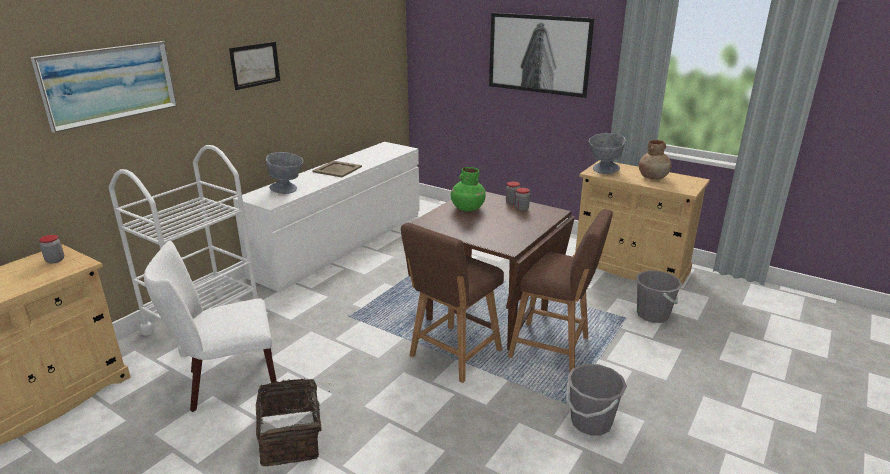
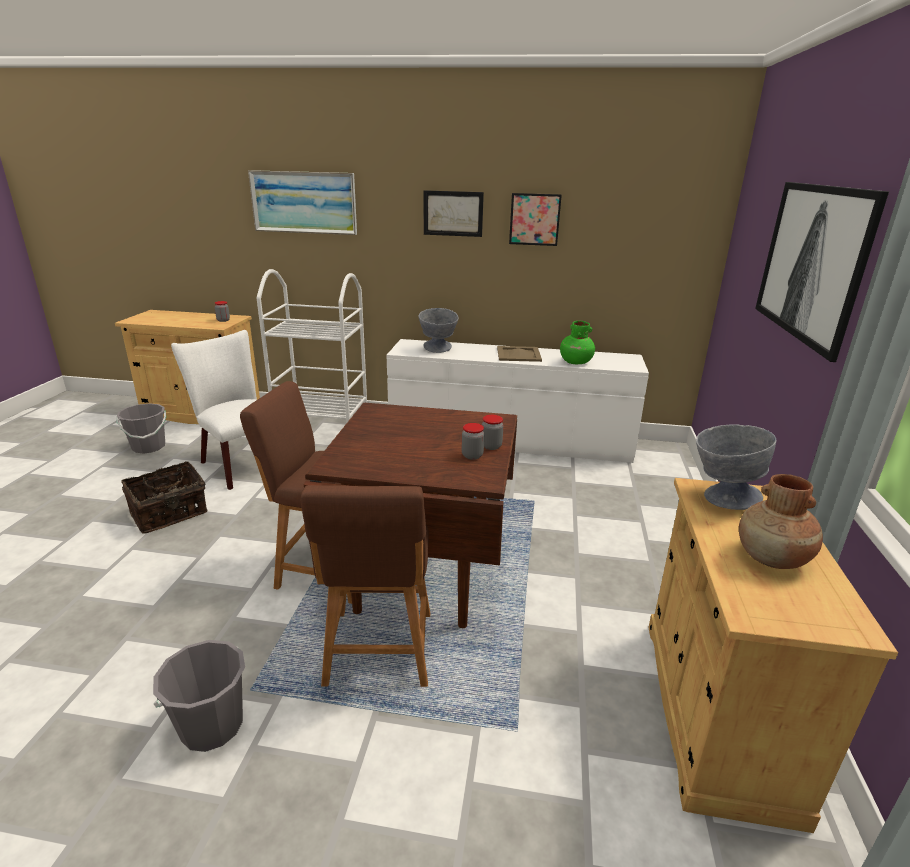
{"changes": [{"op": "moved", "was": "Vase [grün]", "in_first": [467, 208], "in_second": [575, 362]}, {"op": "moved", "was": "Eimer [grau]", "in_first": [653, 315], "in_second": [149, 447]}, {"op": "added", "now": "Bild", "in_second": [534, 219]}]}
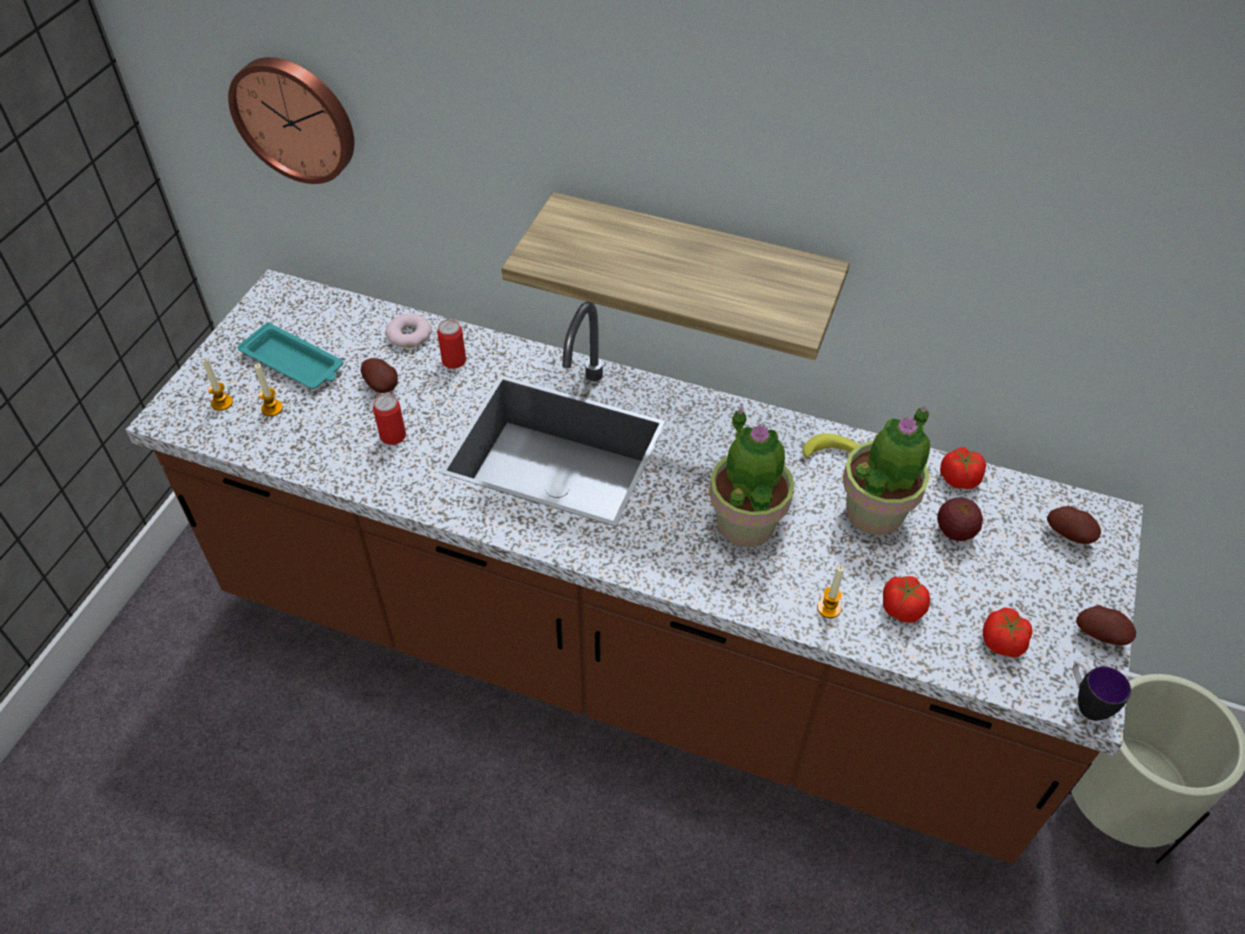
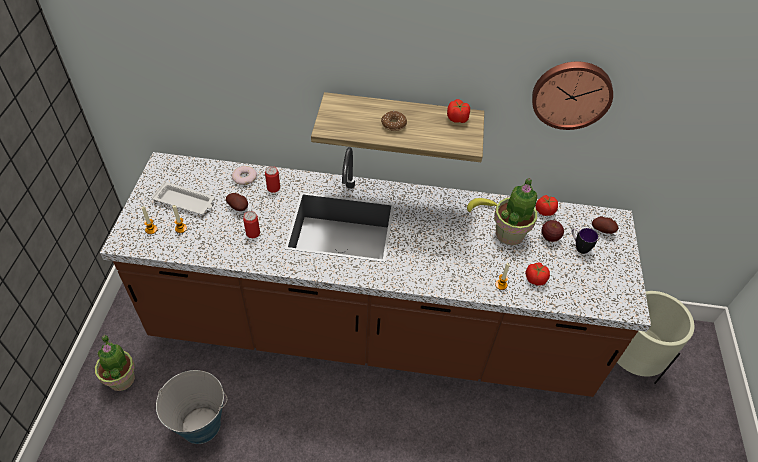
{"changes": [{"op": "moved", "was": "Wanduhr", "in_first": [295, 118], "in_second": [571, 94]}, {"op": "recoloured", "was": "Tablett [türkis]", "now": "Tablett [weiß]", "in_first": [294, 363], "in_second": [185, 202]}, {"op": "moved", "was": "Topfpflanze", "in_first": [746, 522], "in_second": [122, 378]}, {"op": "moved", "was": "Tomate", "in_first": [1002, 642], "in_second": [457, 119]}, {"op": "moved", "was": "Henkelbecher", "in_first": [1085, 702], "in_second": [579, 247]}, {"op": "removed", "was": "Kartoffel", "in_first": [1100, 634]}, {"op": "added", "now": "Eimer", "in_second": [200, 424]}, {"op": "added", "now": "Donut", "in_second": [393, 124]}]}
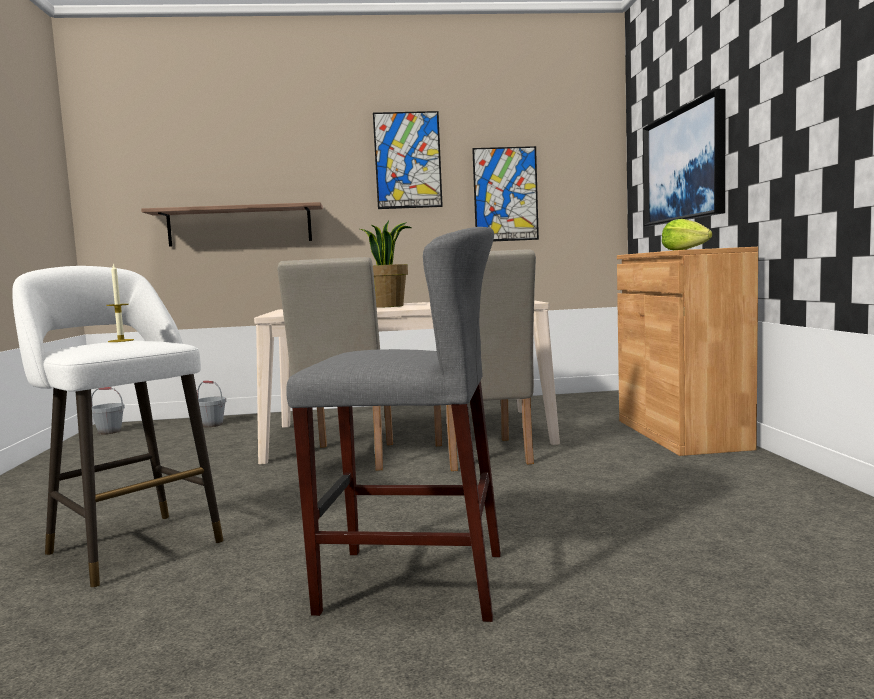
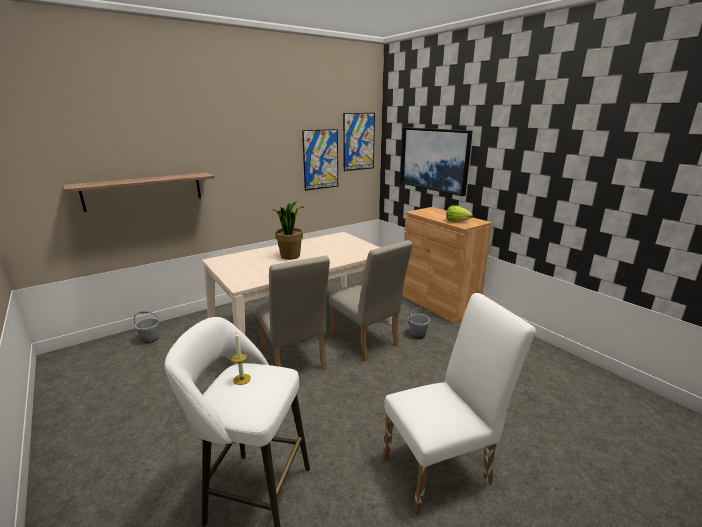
{"changes": [{"op": "moved", "was": "Eimer [grau]", "in_first": [109, 432], "in_second": [418, 334]}, {"op": "replaced", "was": "Hocker [grau]", "now": "Stuhl [weiß]", "in_first": [412, 582], "in_second": [443, 467]}, {"op": "moved", "was": "Bild", "in_first": [408, 160], "in_second": [359, 141]}]}
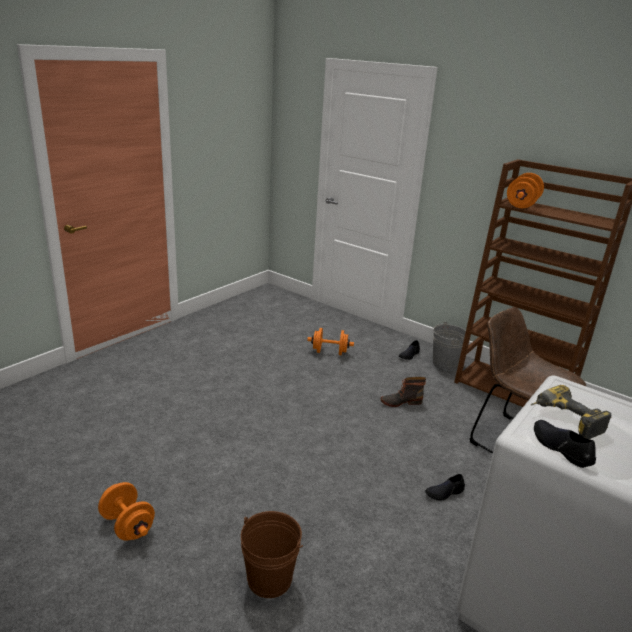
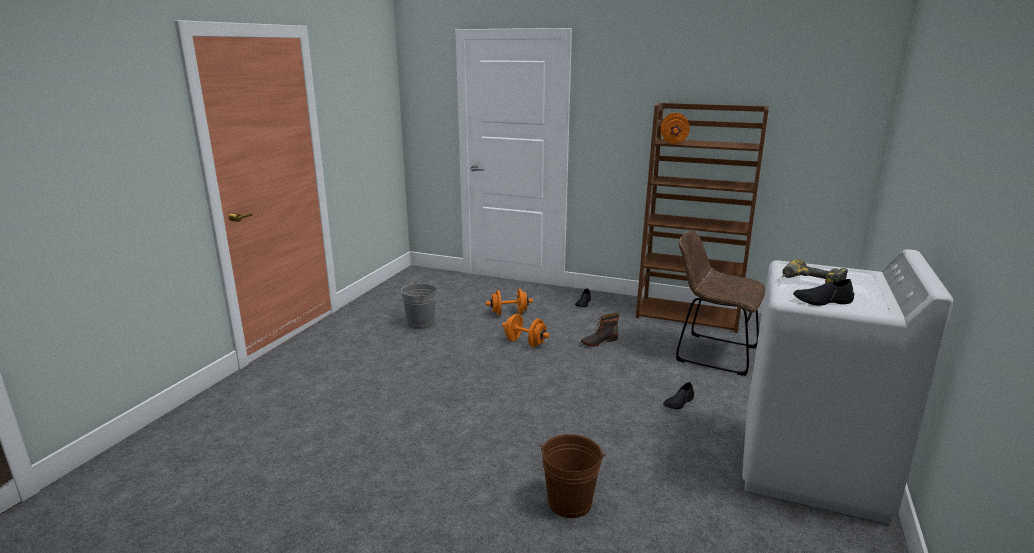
{"changes": [{"op": "moved", "was": "Hantel [orange]", "in_first": [128, 525], "in_second": [525, 342]}, {"op": "moved", "was": "Eimer [grau]", "in_first": [445, 363], "in_second": [420, 323]}, {"op": "turned", "was": "Schuh [schwarz]", "in_first": [561, 448], "in_second": [822, 301], "clockwise": -45}]}
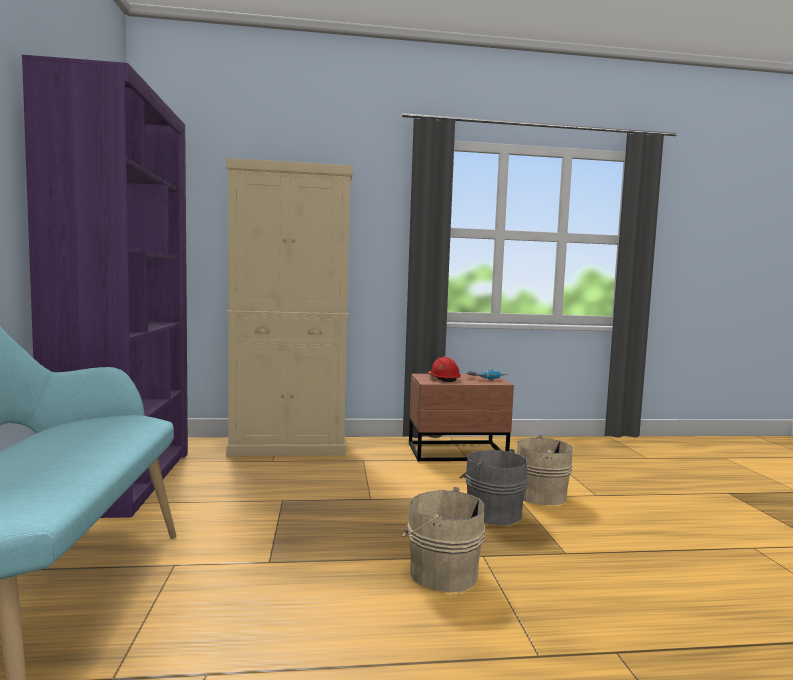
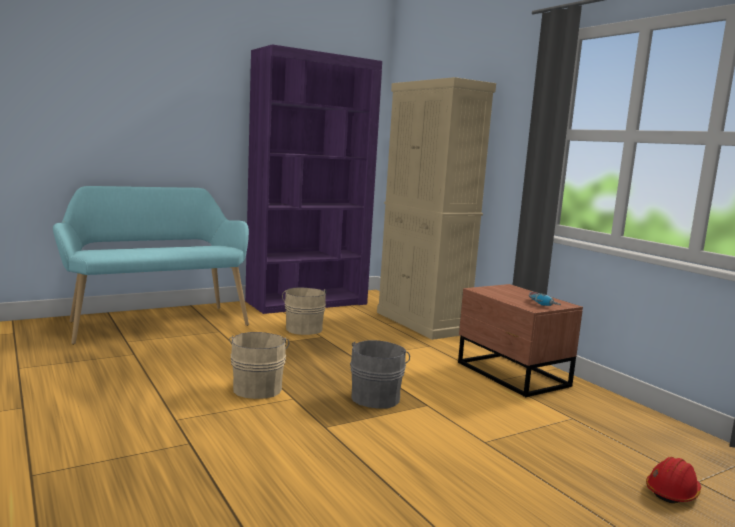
{"changes": [{"op": "moved", "was": "Schutzhelm [rot]", "in_first": [443, 379], "in_second": [672, 492]}, {"op": "moved", "was": "Eimer [beige]", "in_first": [538, 495], "in_second": [303, 328]}]}
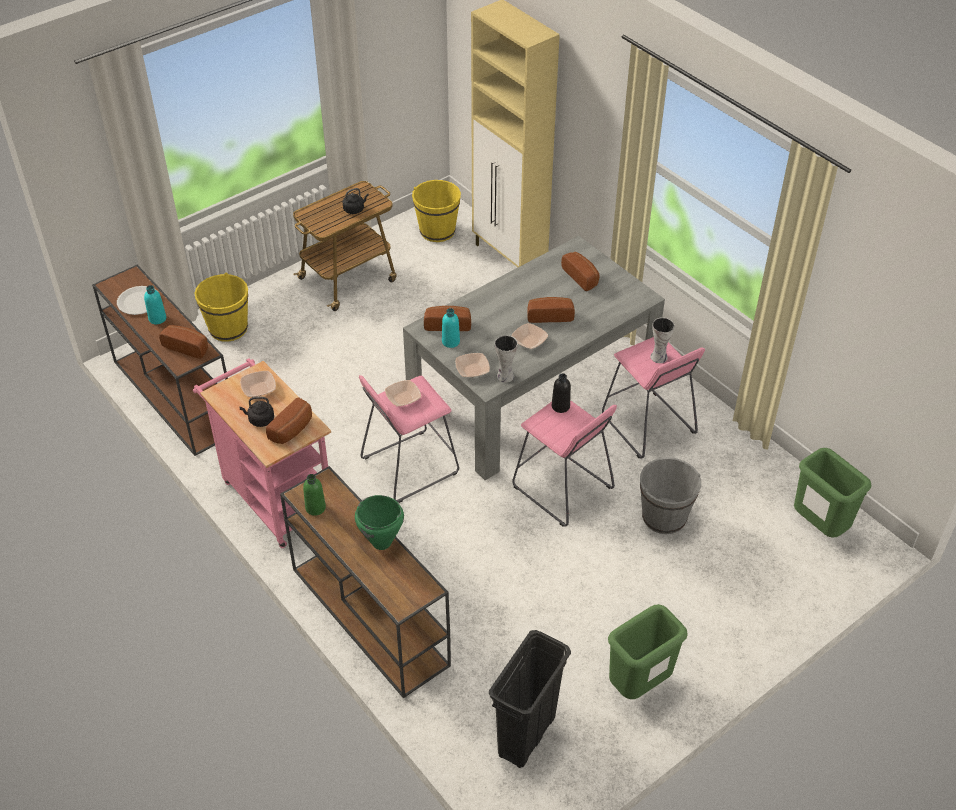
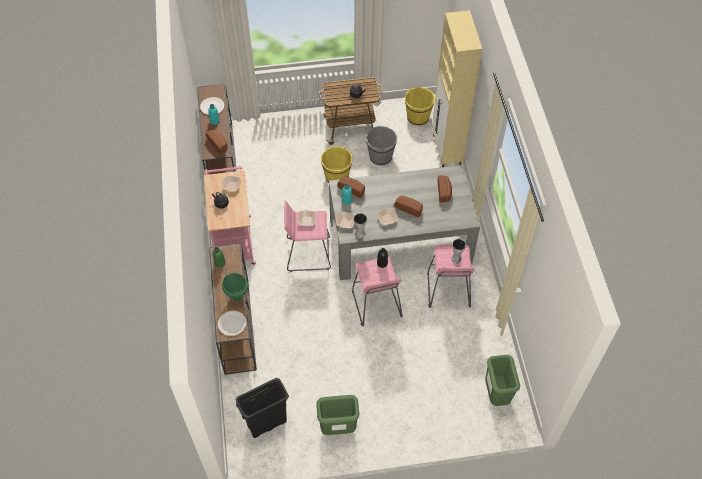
{"changes": [{"op": "moved", "was": "Eimer [gelb]", "in_first": [228, 328], "in_second": [337, 177]}, {"op": "removed", "was": "Brot", "in_first": [293, 430]}, {"op": "moved", "was": "Eimer [grau]", "in_first": [664, 517], "in_second": [380, 156]}, {"op": "added", "now": "Teller [weiß]", "in_second": [232, 323]}]}
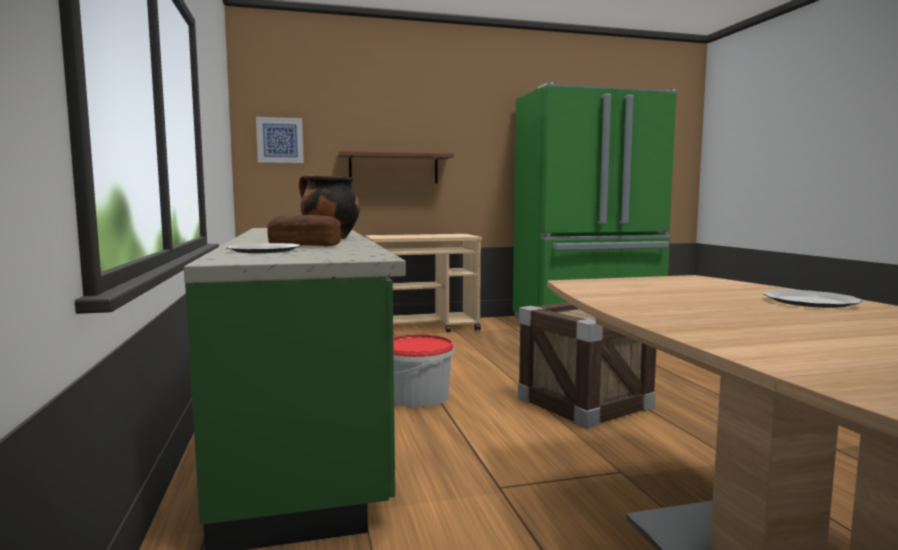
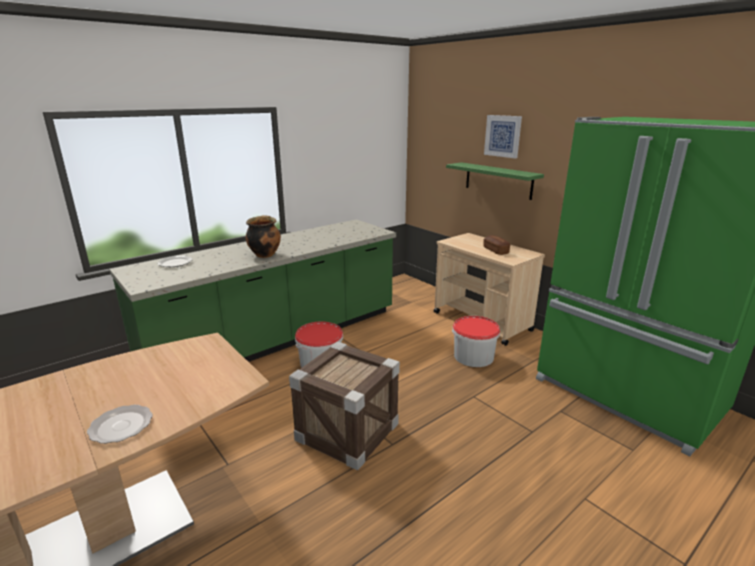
{"changes": [{"op": "moved", "was": "Bild", "in_first": [280, 140], "in_second": [503, 136]}, {"op": "moved", "was": "Brot", "in_first": [305, 246], "in_second": [495, 250]}, {"op": "recoloured", "was": "Wandregal [braun]", "now": "Wandregal [grün]", "in_first": [393, 168], "in_second": [498, 180]}, {"op": "added", "now": "Eimer", "in_second": [473, 356]}]}
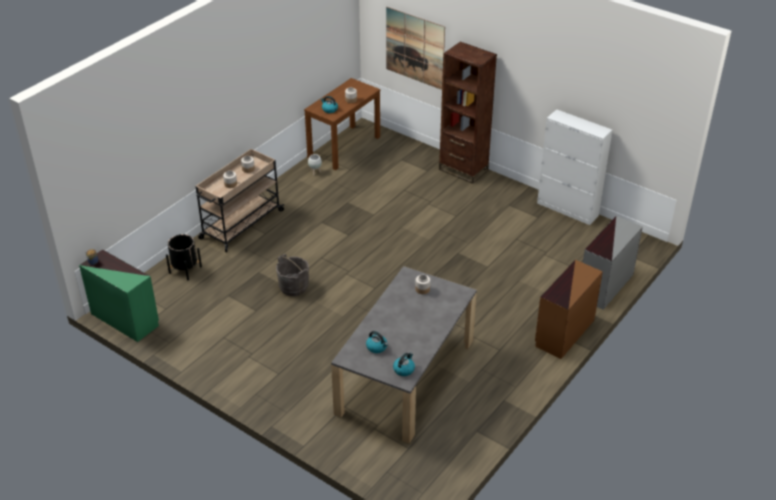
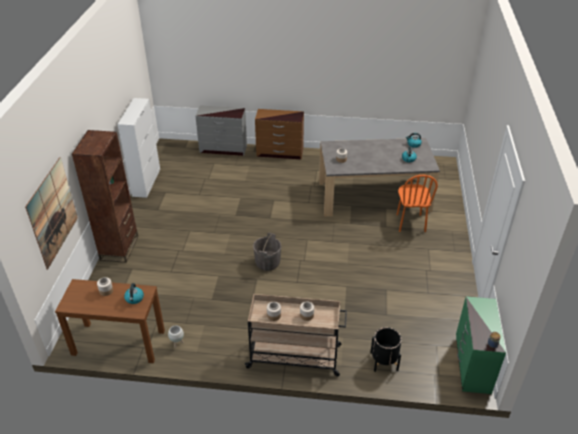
{"changes": [{"op": "moved", "was": "Eimer [grau]", "in_first": [293, 287], "in_second": [267, 262]}, {"op": "added", "now": "Stuhl [orange]", "in_second": [410, 223]}]}
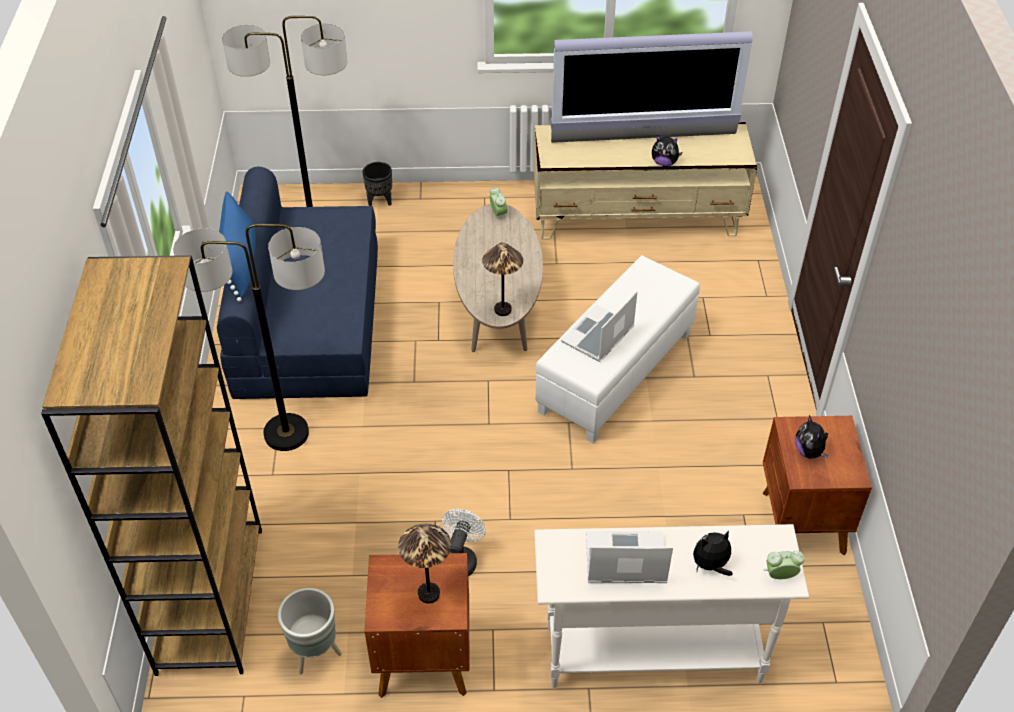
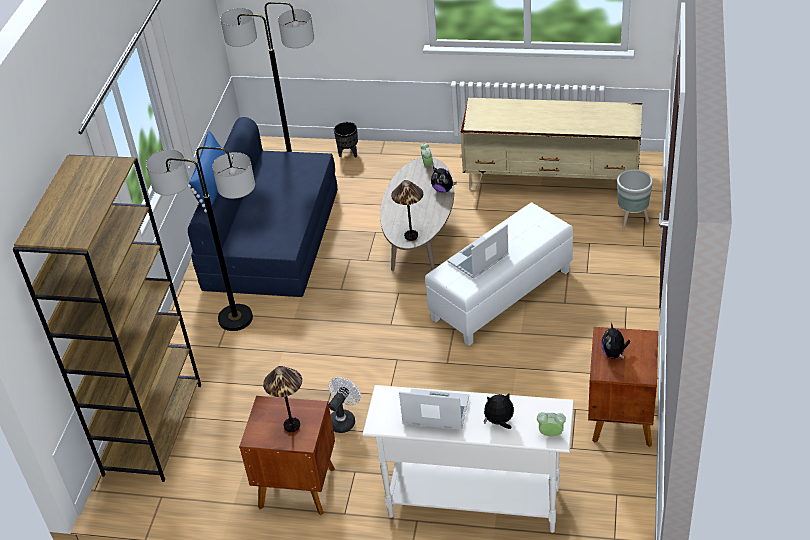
{"changes": [{"op": "moved", "was": "Pflanzkübel [grau]", "in_first": [314, 654], "in_second": [631, 220]}, {"op": "removed", "was": "Fernseher", "in_first": [643, 139]}, {"op": "moved", "was": "Plüschtier", "in_first": [664, 163], "in_second": [443, 189]}]}
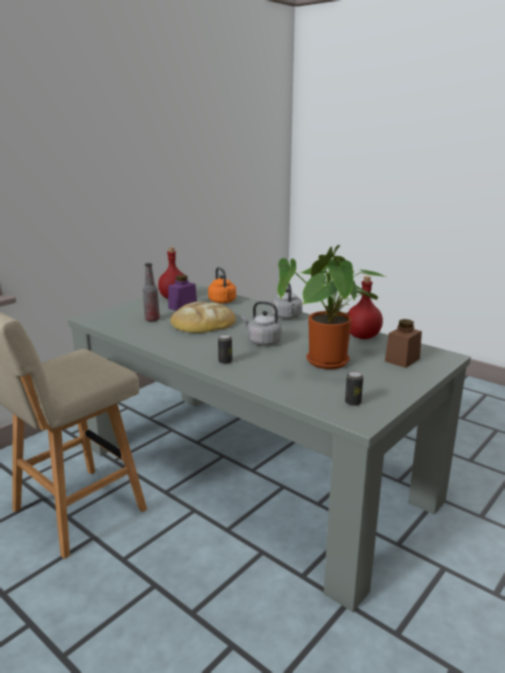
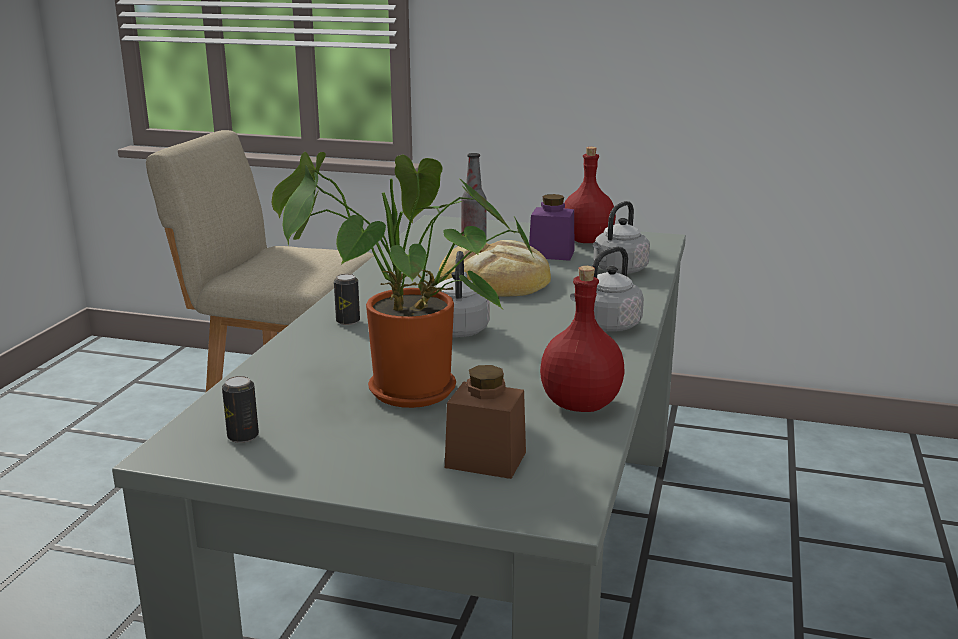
{"changes": [{"op": "recoloured", "was": "Wasserkessel [orange]", "now": "Wasserkessel [grau]", "in_first": [223, 302], "in_second": [618, 270]}]}
